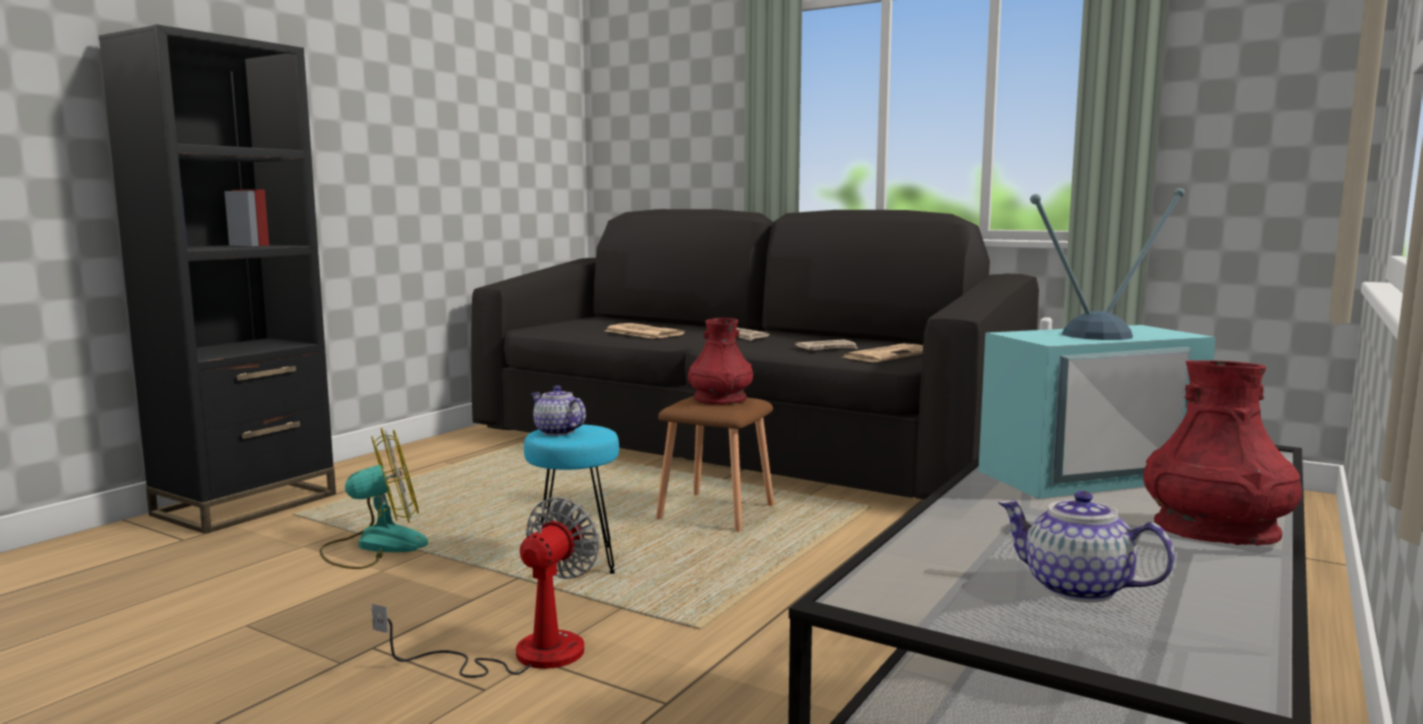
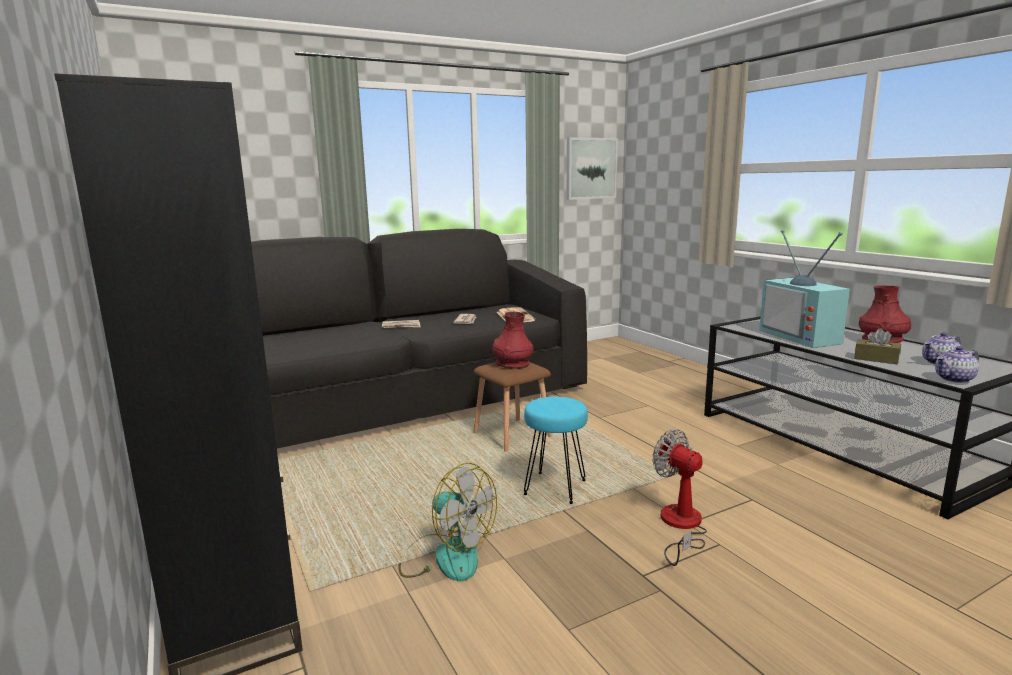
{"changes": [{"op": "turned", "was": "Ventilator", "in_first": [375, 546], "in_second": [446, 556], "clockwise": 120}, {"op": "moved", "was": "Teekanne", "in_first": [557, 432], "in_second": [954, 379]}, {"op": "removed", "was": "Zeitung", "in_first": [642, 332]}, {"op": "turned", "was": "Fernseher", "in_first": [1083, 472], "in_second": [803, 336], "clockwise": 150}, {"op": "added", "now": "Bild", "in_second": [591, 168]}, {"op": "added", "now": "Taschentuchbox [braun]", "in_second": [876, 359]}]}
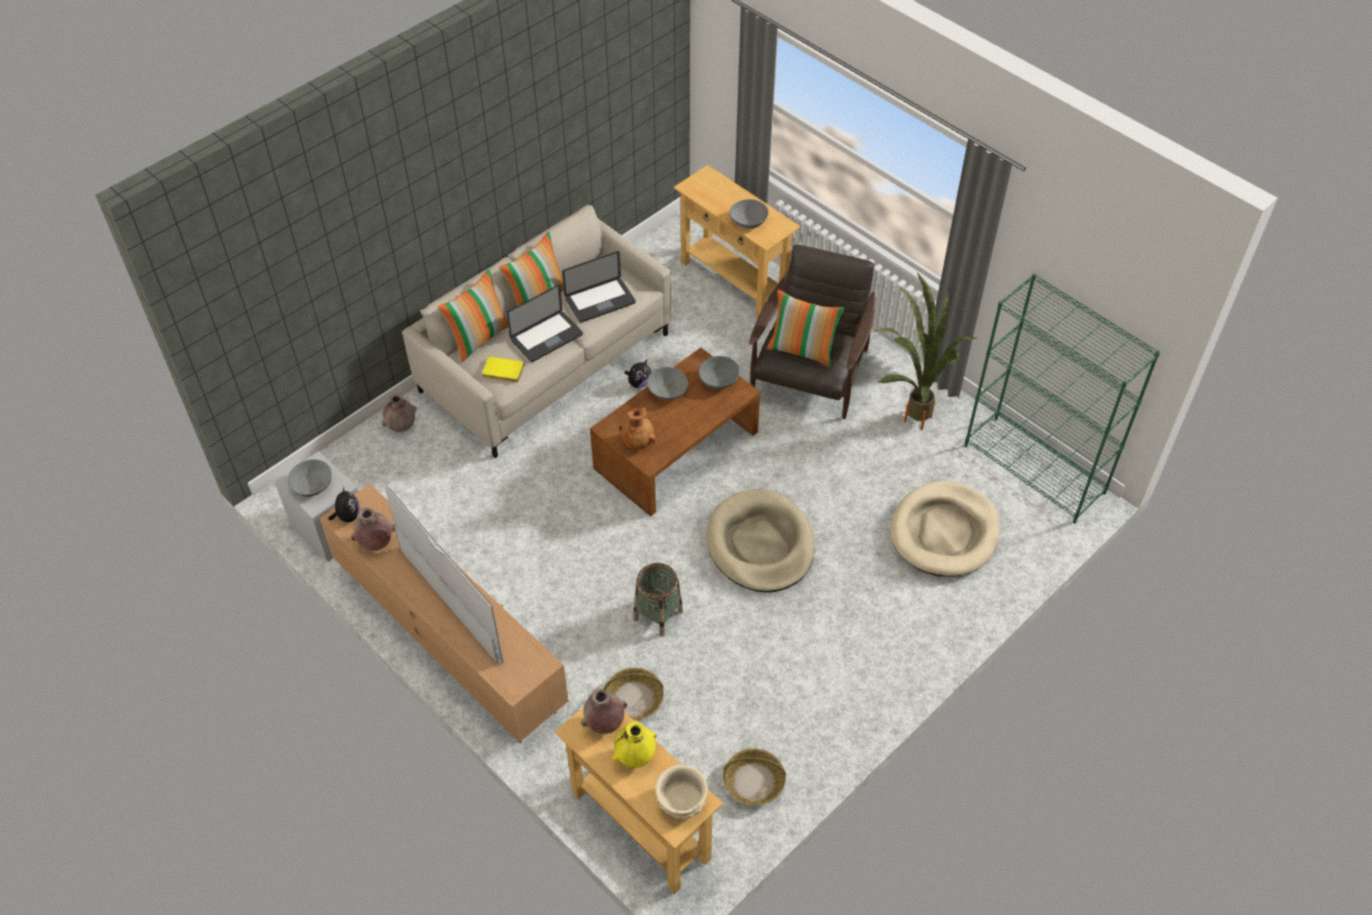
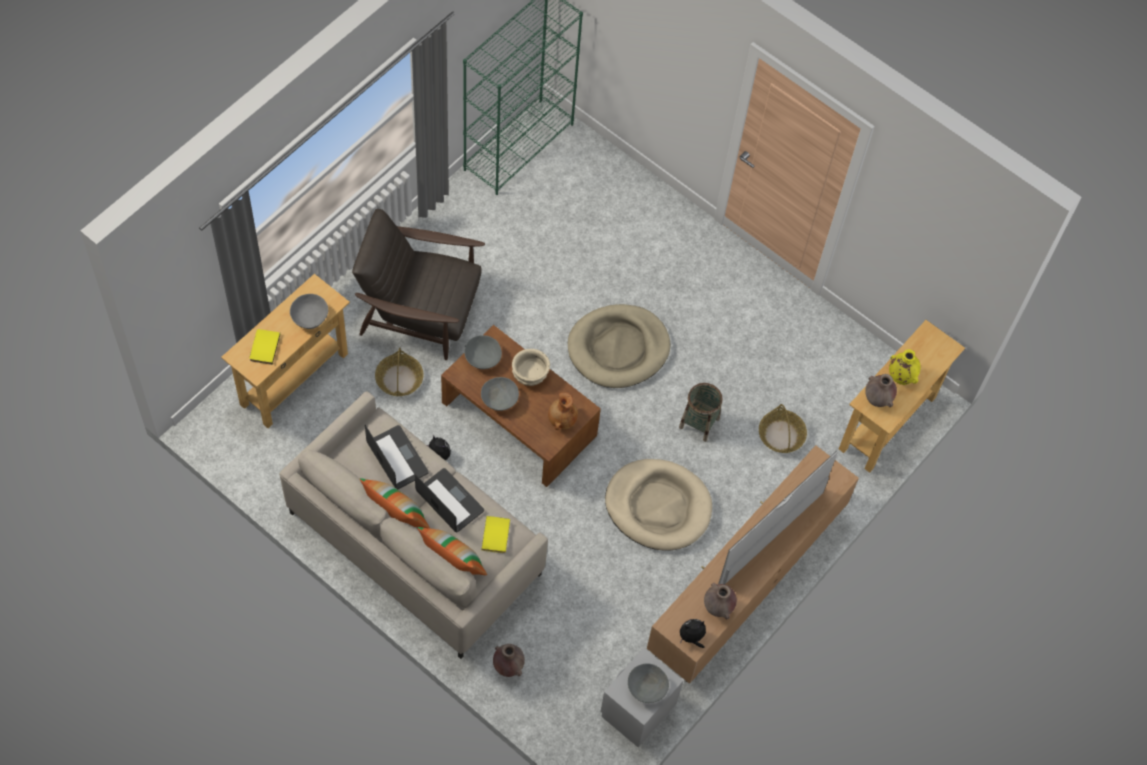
{"changes": [{"op": "moved", "was": "Schüssel [beige]", "in_first": [681, 800], "in_second": [529, 374]}, {"op": "moved", "was": "Korb", "in_first": [753, 782], "in_second": [399, 379]}, {"op": "removed", "was": "Kissen", "in_first": [802, 350]}, {"op": "removed", "was": "Topfpflanze", "in_first": [911, 414]}, {"op": "moved", "was": "Hundebett [beige]", "in_first": [944, 532], "in_second": [658, 506]}, {"op": "added", "now": "Buch [gelb]", "in_second": [263, 347]}]}
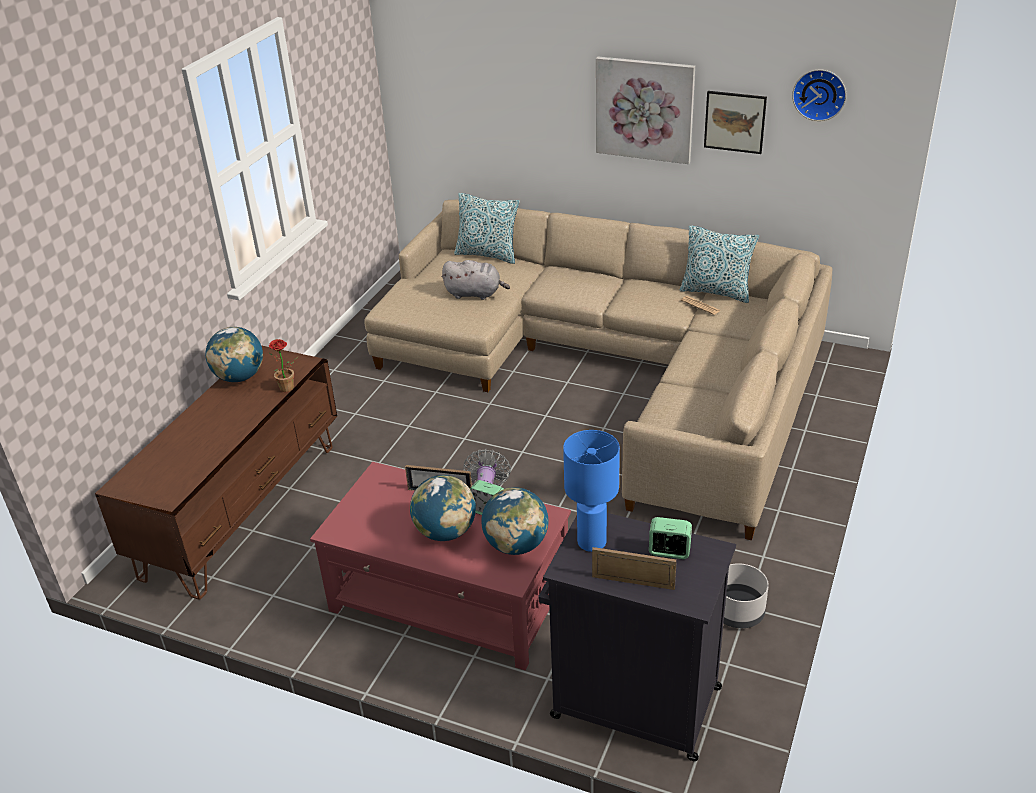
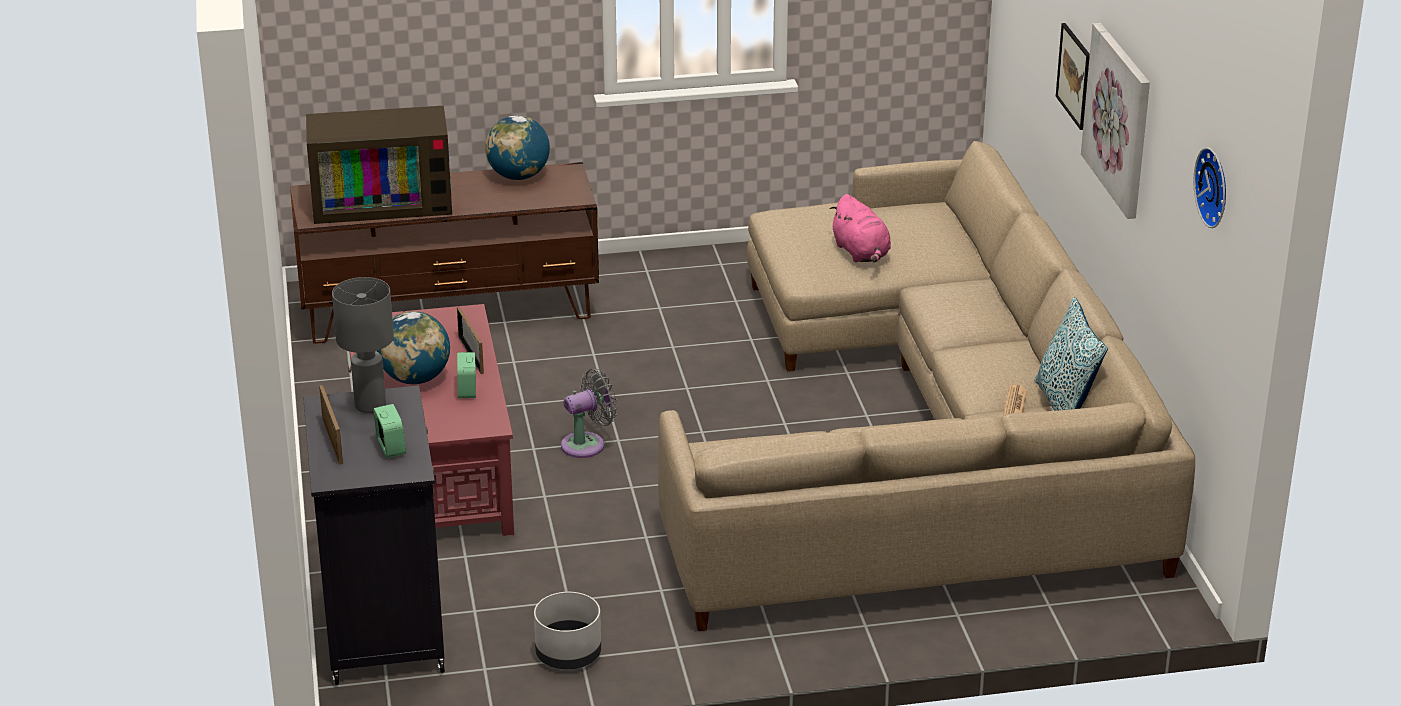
{"changes": [{"op": "removed", "was": "Topfpflanze", "in_first": [288, 389]}, {"op": "recoloured", "was": "Plüschtier [grau]", "now": "Plüschtier [rosa]", "in_first": [475, 294], "in_second": [861, 253]}, {"op": "removed", "was": "Kissen", "in_first": [487, 254]}, {"op": "removed", "was": "Globus", "in_first": [516, 545]}, {"op": "recoloured", "was": "Tischlampe [blau]", "now": "Tischlampe [grau]", "in_first": [591, 543], "in_second": [369, 405]}, {"op": "moved", "was": "Bild", "in_first": [735, 122], "in_second": [1074, 76]}, {"op": "added", "now": "Fernseher", "in_second": [383, 201]}]}
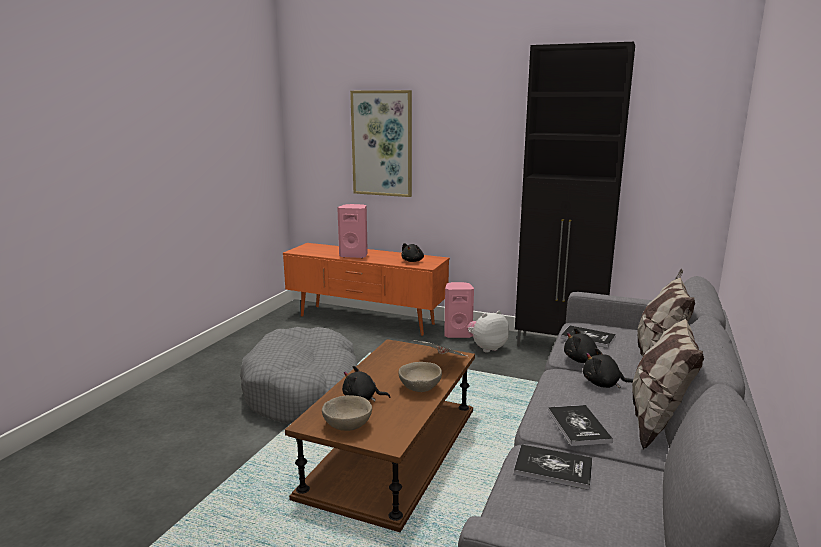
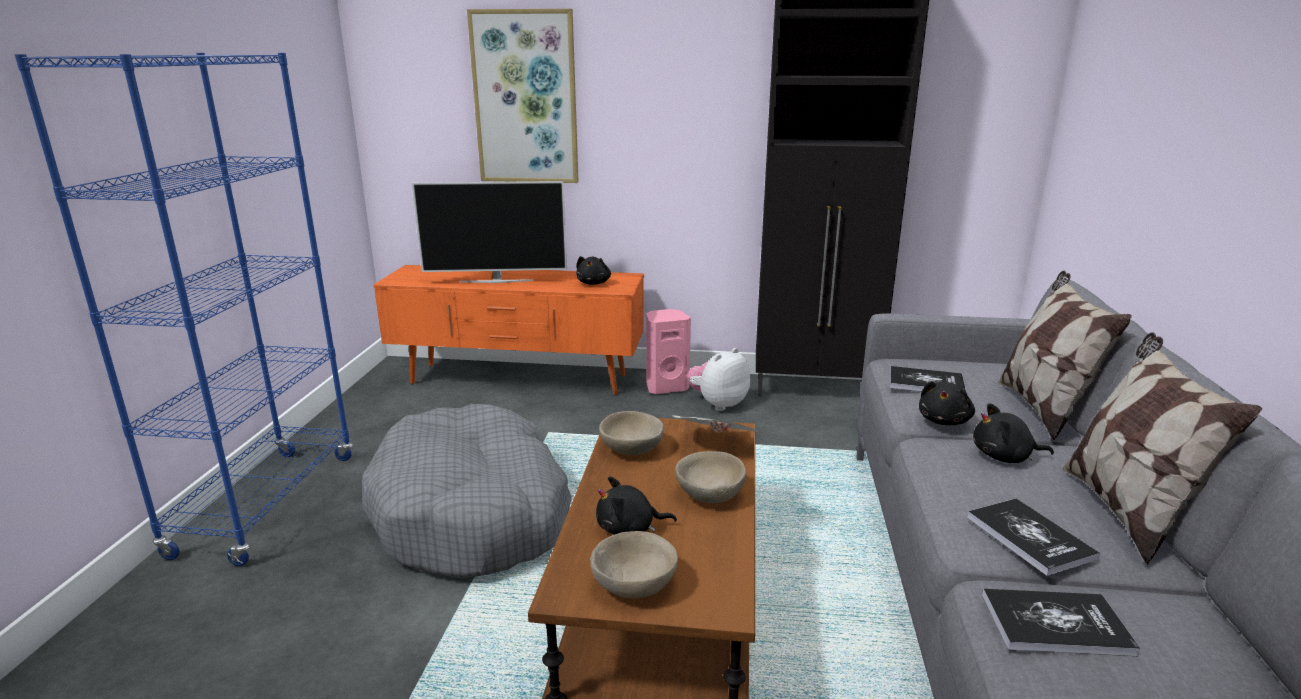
{"changes": [{"op": "replaced", "was": "Lautsprecher [rosa]", "now": "Fernseher", "in_first": [354, 255], "in_second": [496, 281]}, {"op": "turned", "was": "Plüschtier [schwarz]", "in_first": [583, 360], "in_second": [944, 421], "clockwise": -60}, {"op": "added", "now": "Bücherregal [blau]", "in_second": [267, 504]}, {"op": "added", "now": "Schüssel [beige]", "in_second": [631, 450]}]}
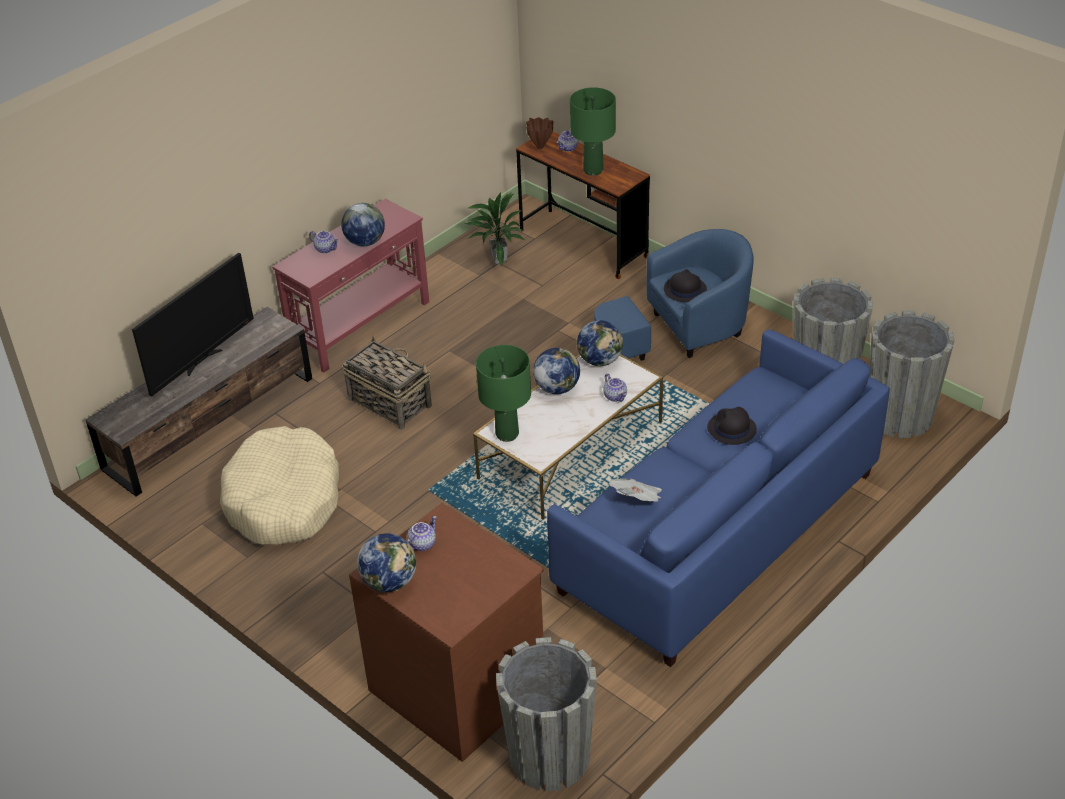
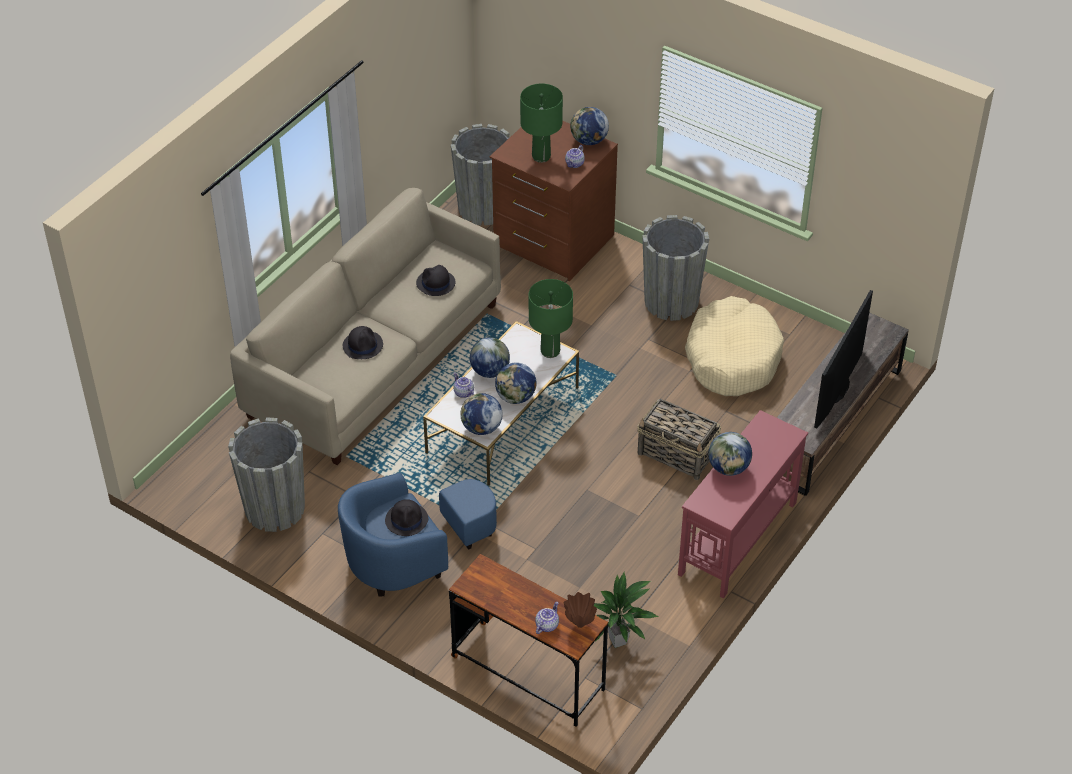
{"changes": [{"op": "removed", "was": "Teekanne", "in_first": [326, 249]}, {"op": "recoloured", "was": "Sofa [blau]", "now": "Sofa [beige]", "in_first": [719, 532], "in_second": [374, 360]}, {"op": "moved", "was": "Tischlampe [grün]", "in_first": [593, 170], "in_second": [541, 156]}, {"op": "replaced", "was": "Zeitung", "now": "Hut [schwarz]", "in_first": [637, 499], "in_second": [435, 283]}, {"op": "moved", "was": "Pflanzkübel [grau]", "in_first": [899, 416], "in_second": [671, 302]}, {"op": "added", "now": "Globus", "in_second": [489, 371]}]}
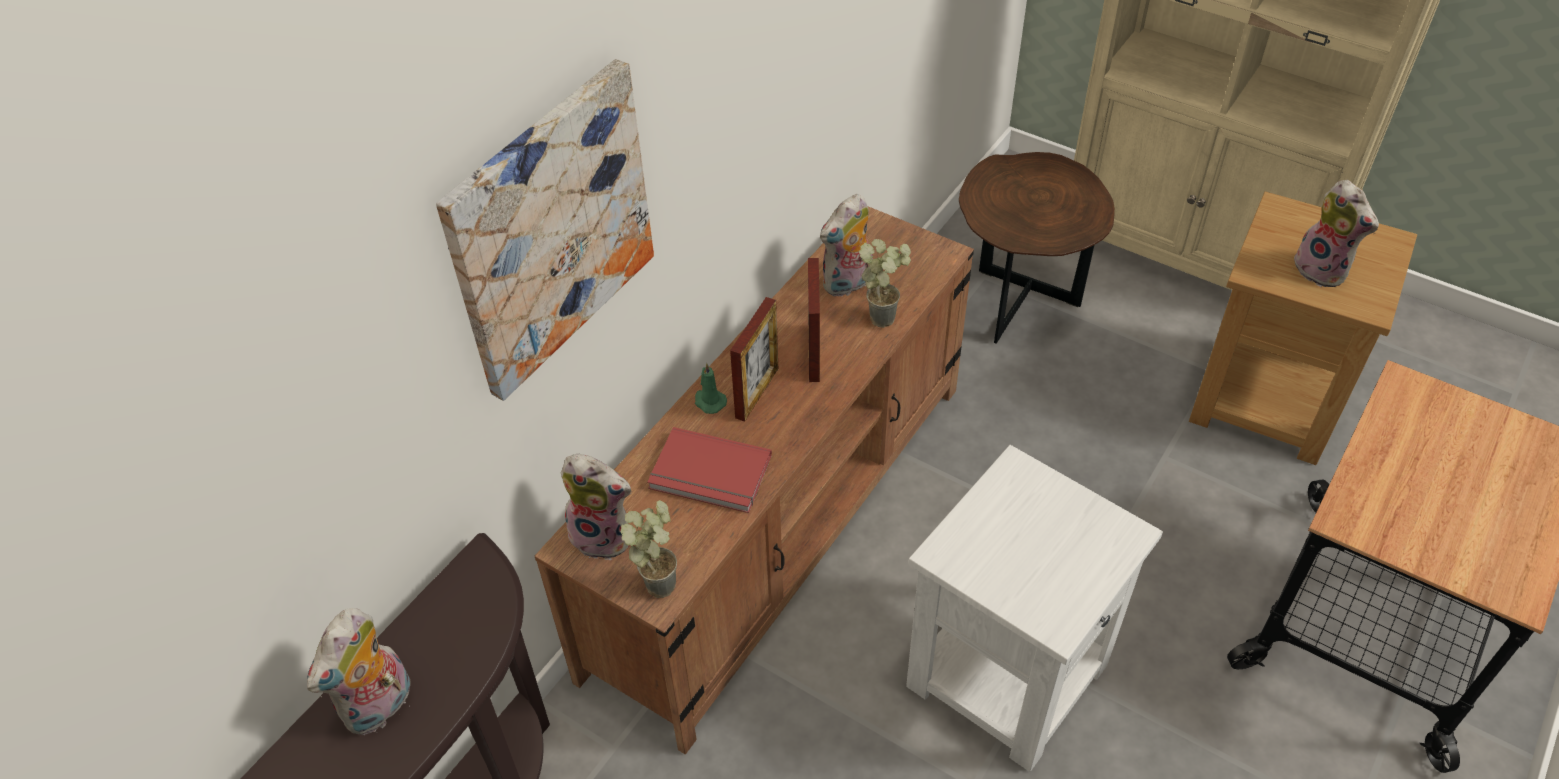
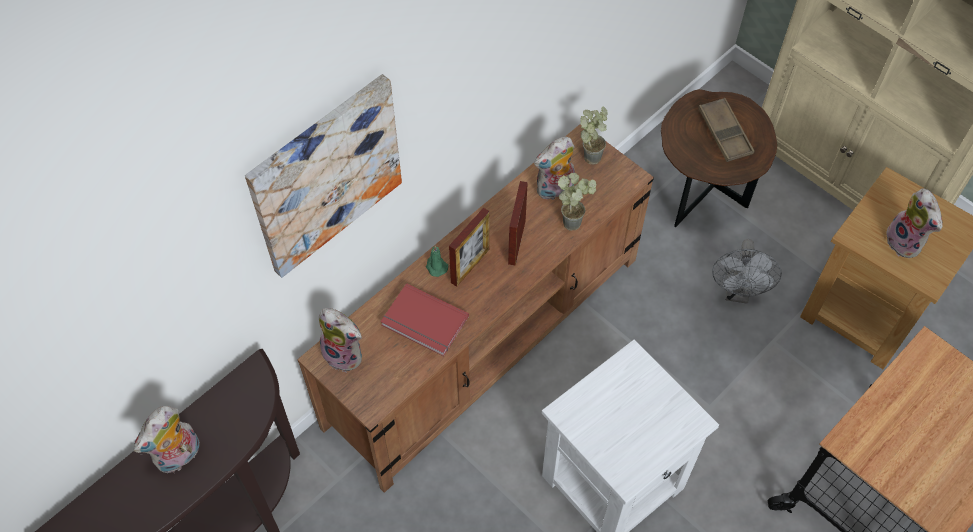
{"changes": [{"op": "moved", "was": "Topfpflanze", "in_first": [659, 578], "in_second": [591, 153]}, {"op": "added", "now": "Tablett [braun]", "in_second": [724, 133]}, {"op": "added", "now": "Ventilator [grau]", "in_second": [737, 292]}]}
